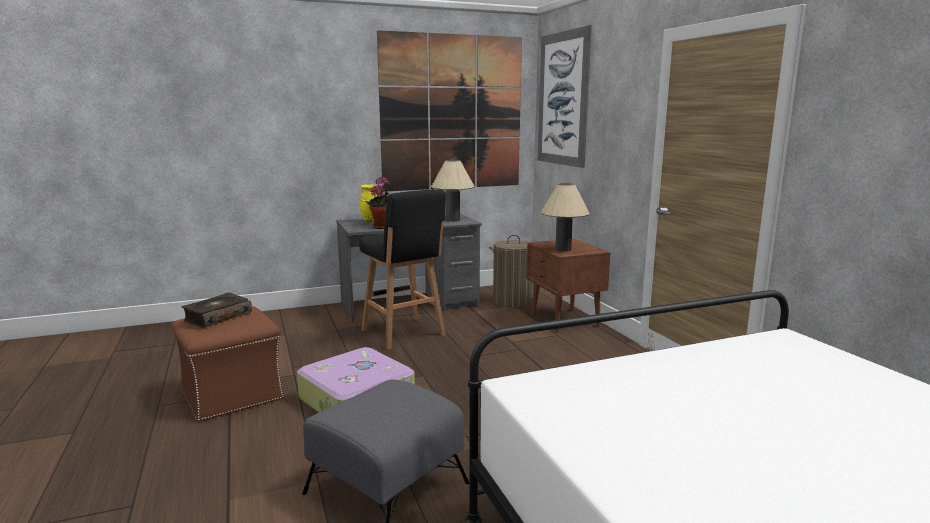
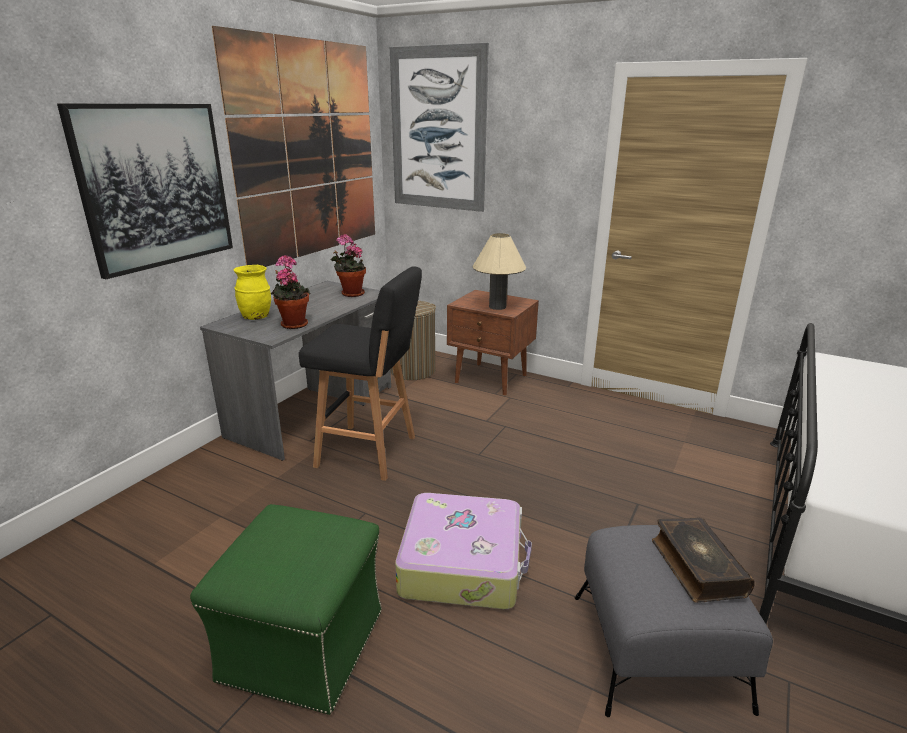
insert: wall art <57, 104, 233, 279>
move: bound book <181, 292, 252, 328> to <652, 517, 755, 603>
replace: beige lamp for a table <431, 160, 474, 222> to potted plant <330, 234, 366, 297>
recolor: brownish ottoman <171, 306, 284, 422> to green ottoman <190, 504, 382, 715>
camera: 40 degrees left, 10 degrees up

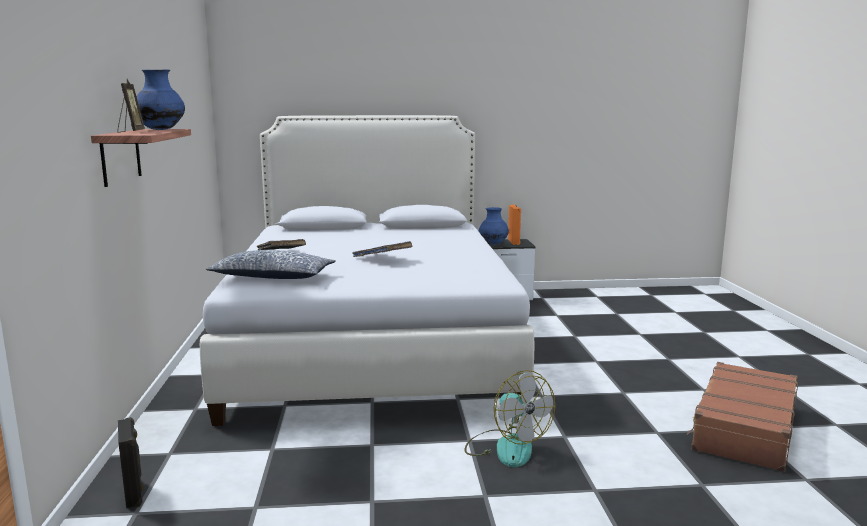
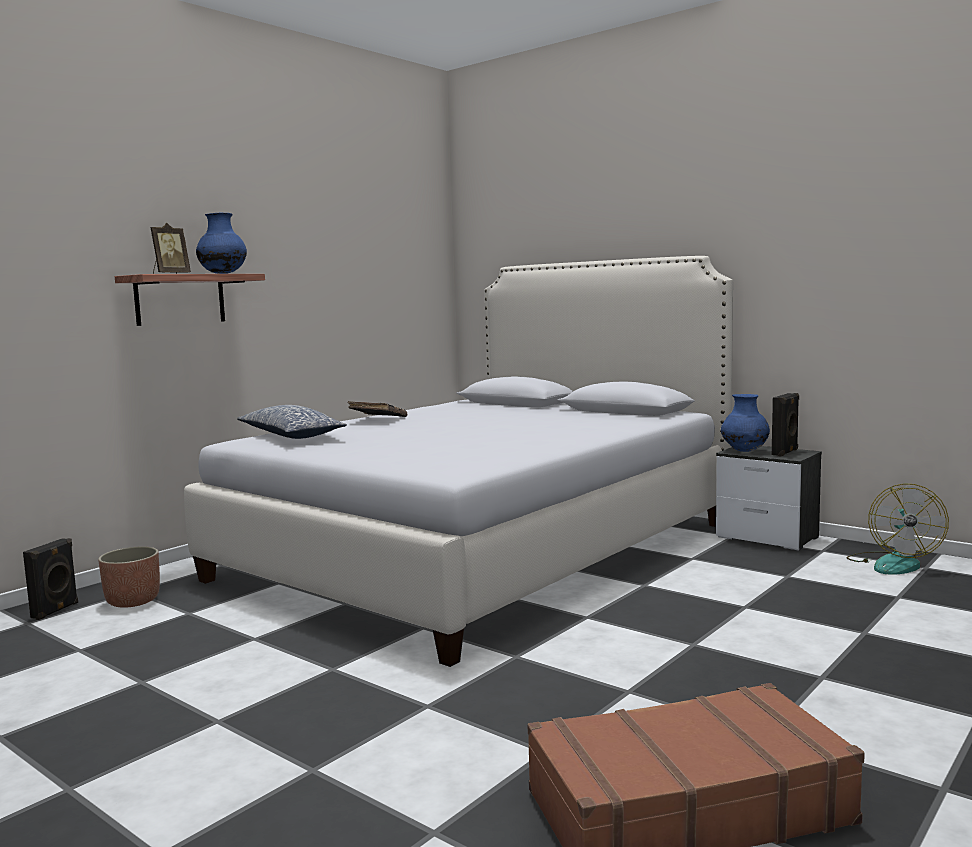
delete: bluish bound book <352, 241, 412, 257>
insert: plant pot <98, 547, 160, 608>
move: fan <464, 370, 555, 467> to <846, 483, 949, 575>
recolor: orangey audio speaker <508, 205, 521, 245> to blackish audio speaker <772, 393, 799, 456>
camera: 45 degrees right, 5 degrees down

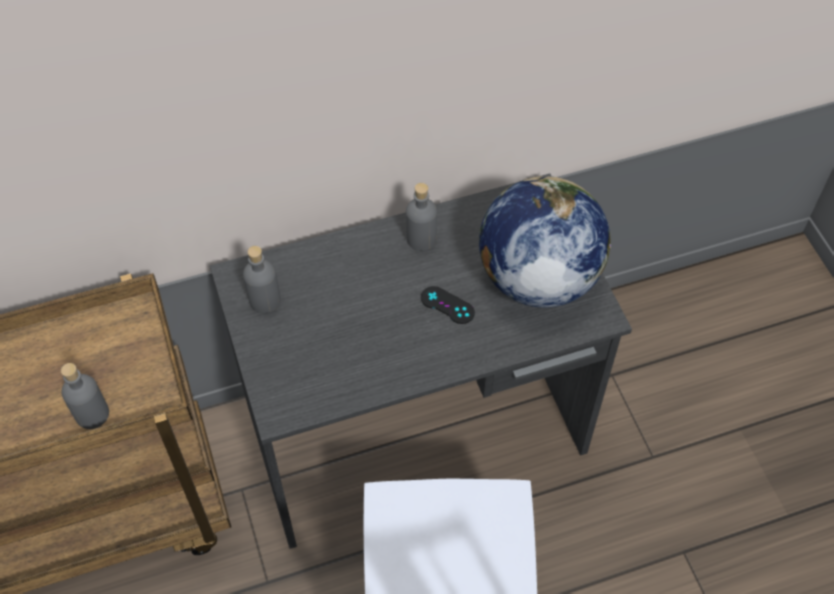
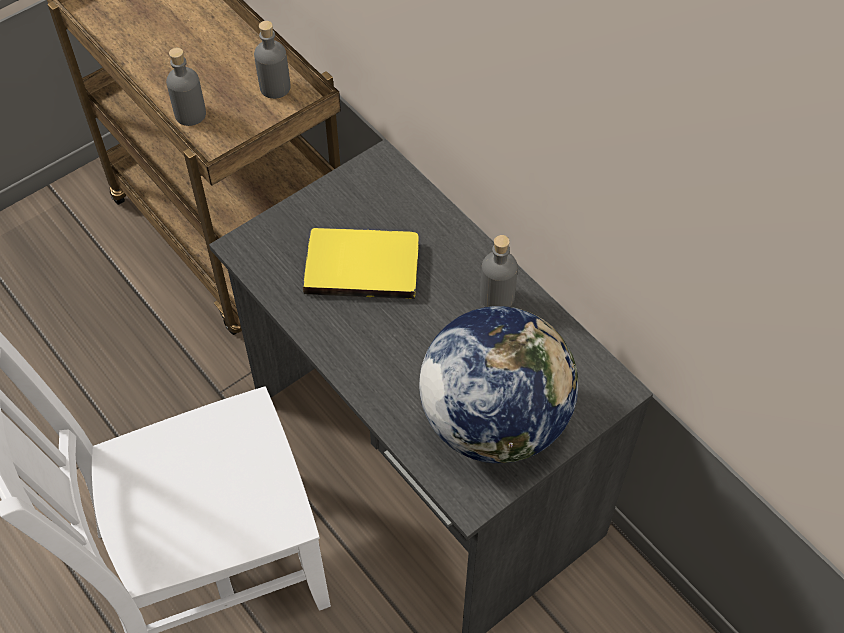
delete: blackish game controller <421, 286, 475, 324>
insert: yellow-coloured bound book <303, 228, 419, 299>
move: grey bottle <243, 246, 281, 313> to <254, 21, 291, 99>
camera: 70 degrees right, 0 degrees up

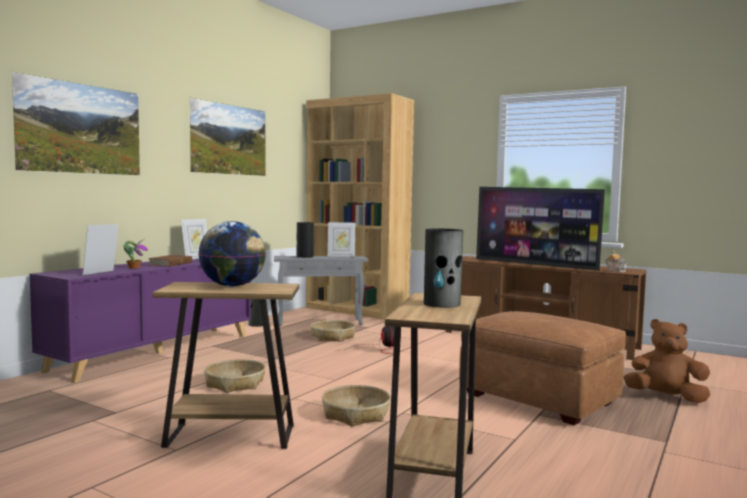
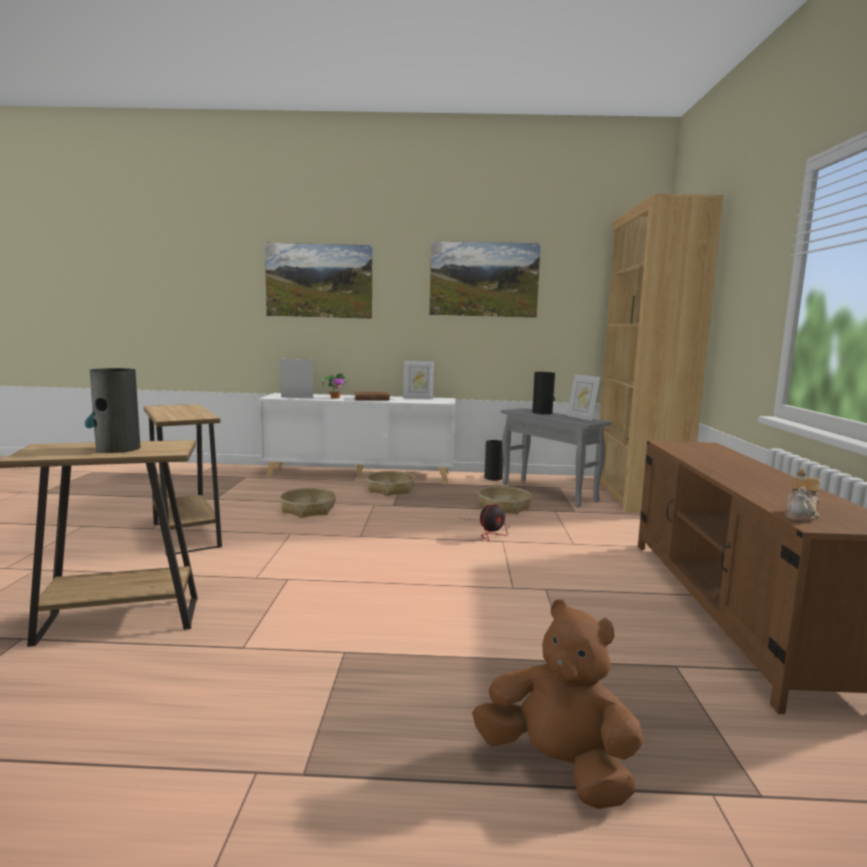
delete: world globe <198, 221, 266, 287>; brownish ottoman <459, 311, 626, 425>; television <476, 187, 605, 271>
move: household basket <322, 385, 391, 426> to <366, 471, 415, 496>
recolor: purple-coloured storage cabinet <30, 259, 251, 383> to white storage cabinet <259, 393, 455, 483>
rotate: brownish soft toy <624, 319, 710, 403> = <472, 599, 644, 809> 45 degrees counterclockwise
camera: 60 degrees right, 5 degrees up

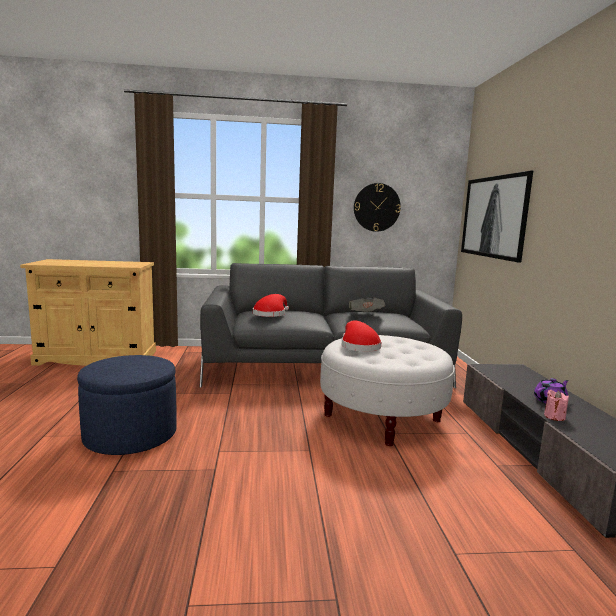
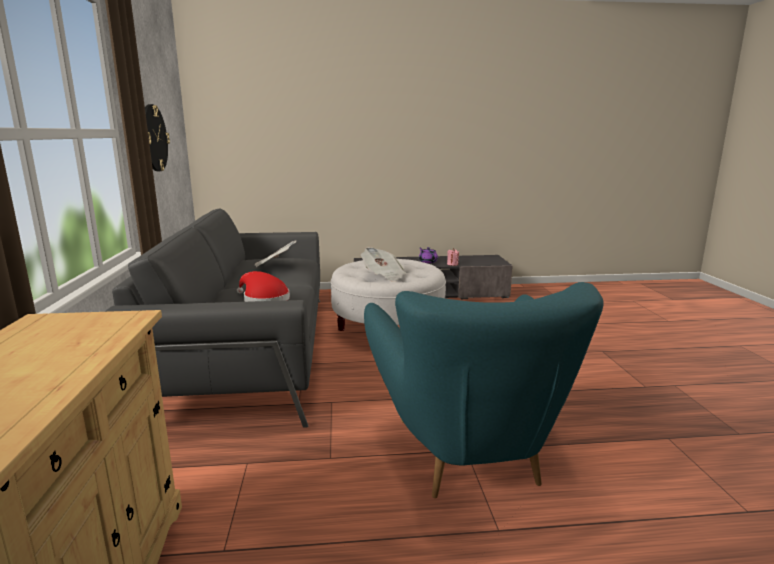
delete: wall art <461, 170, 533, 263>
replace: bluish ottoman <77, 355, 177, 455> to turquoise-coloured easy chair <364, 282, 604, 498>; red-coloured hat <342, 321, 382, 352> to daily paper <361, 247, 406, 282>
camera: 90 degrees left, 5 degrees up

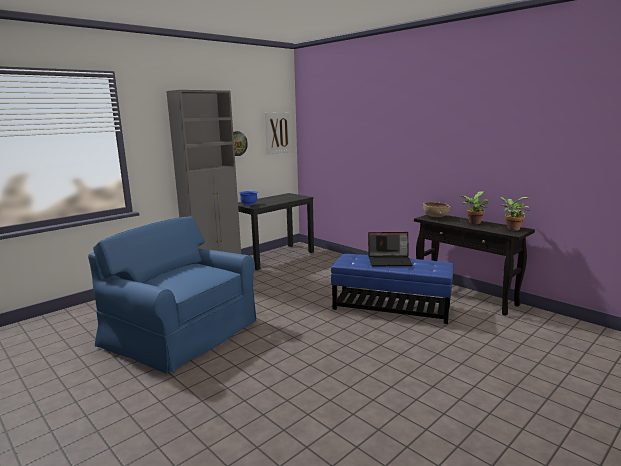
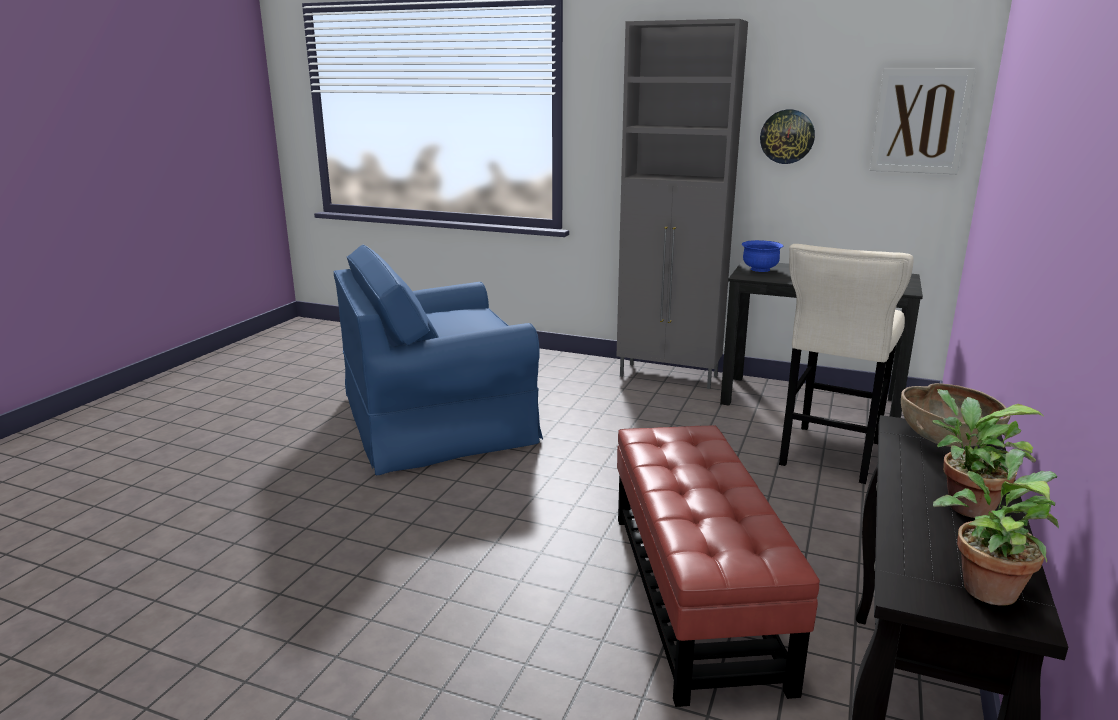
delete: notebook computer <368, 232, 413, 266>
insert: beige sitting stool <779, 244, 914, 484>
recolor: bluish ottoman <331, 254, 454, 324> to red-coloured ottoman <617, 425, 820, 707>
rotate: bluish easy chair <88, 216, 256, 374> = <334, 245, 543, 475> 120 degrees counterclockwise
camera: 65 degrees right, 5 degrees up

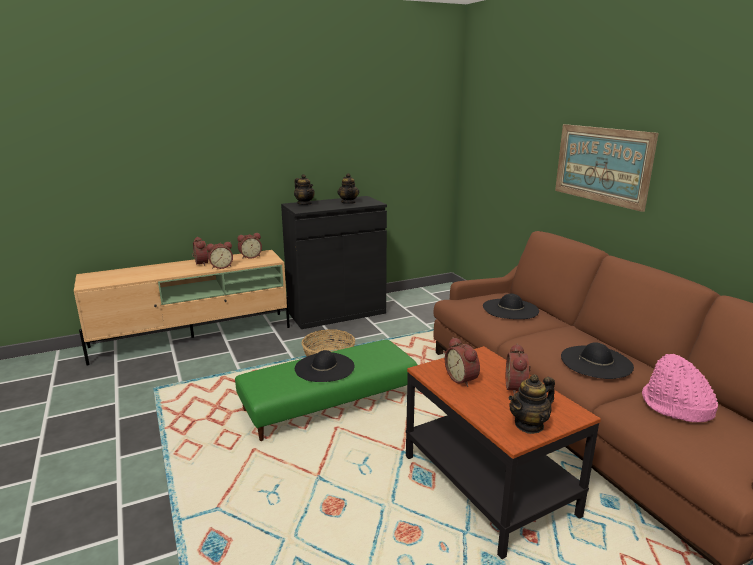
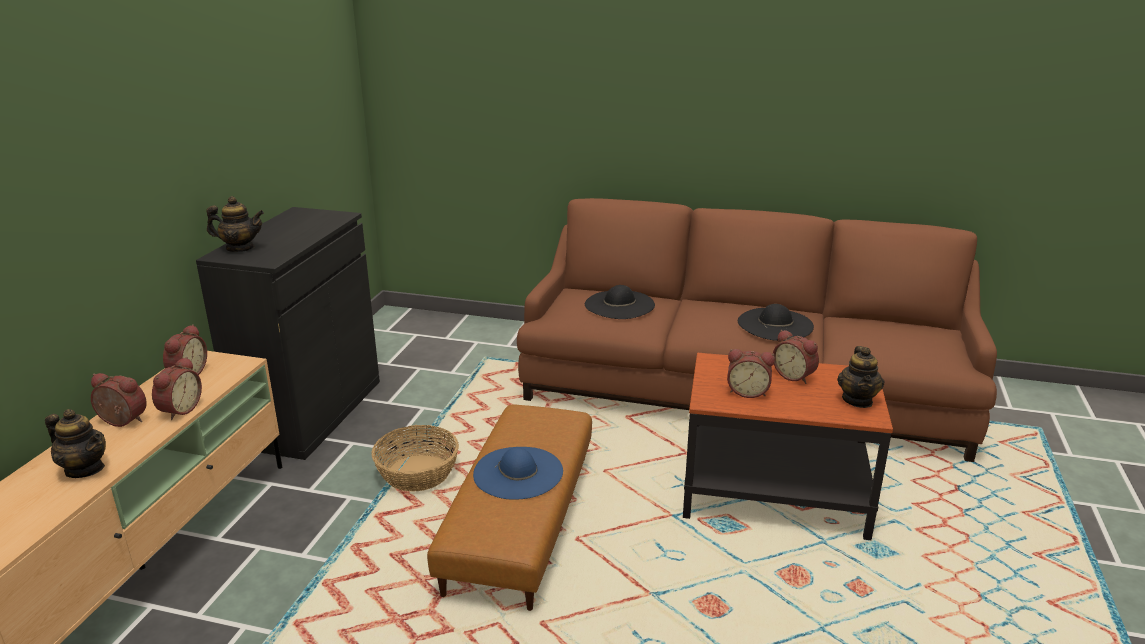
delete: wall art <555, 124, 659, 212>; pink hat <642, 354, 718, 422>
move: pot for tea <337, 173, 359, 204> to <45, 409, 106, 478>
recolor: green ottoman <235, 340, 418, 441> to brownish ottoman <427, 405, 592, 611>; blackish hat <295, 350, 354, 382> to bluish hat <473, 447, 563, 500>
camera: 50 degrees left, 5 degrees up

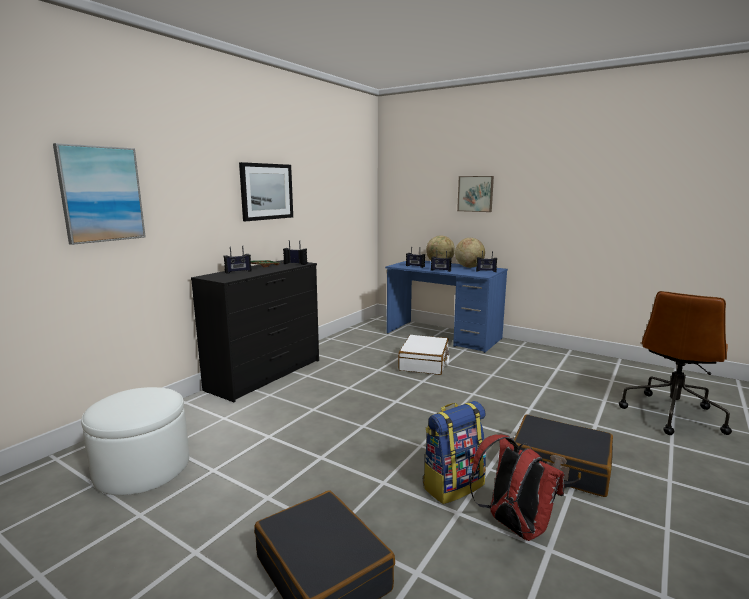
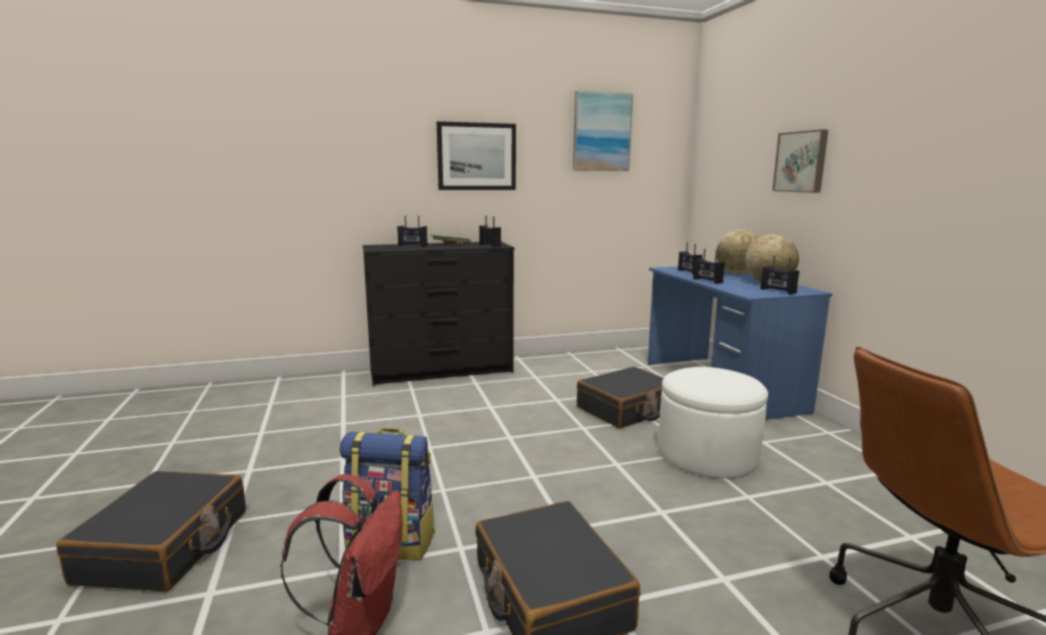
move: wall art <53, 143, 146, 245> to <573, 91, 633, 171>; white ottoman <81, 387, 189, 495> to <658, 367, 768, 478>
recolor: white piece of luggage <398, 335, 450, 375> to blackish piece of luggage <577, 367, 663, 428>
camera: 40 degrees right, 0 degrees up

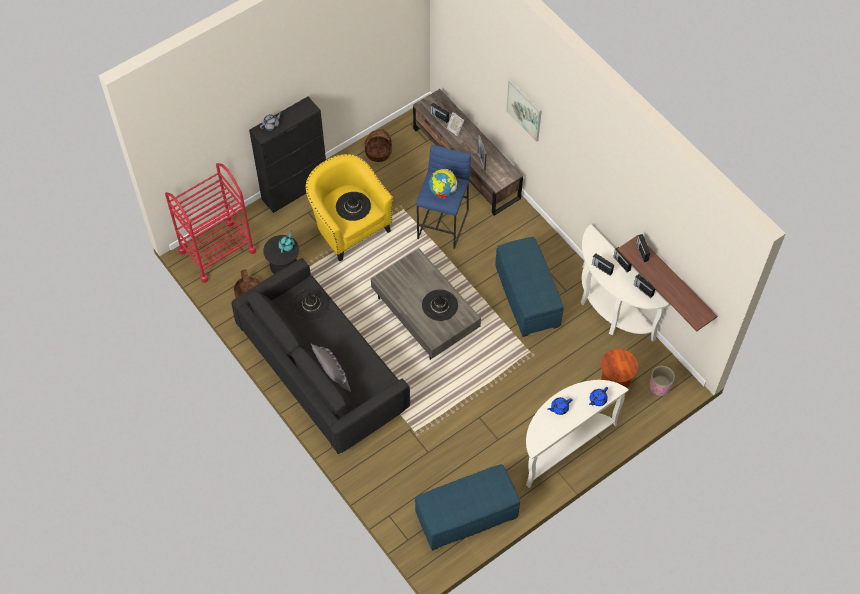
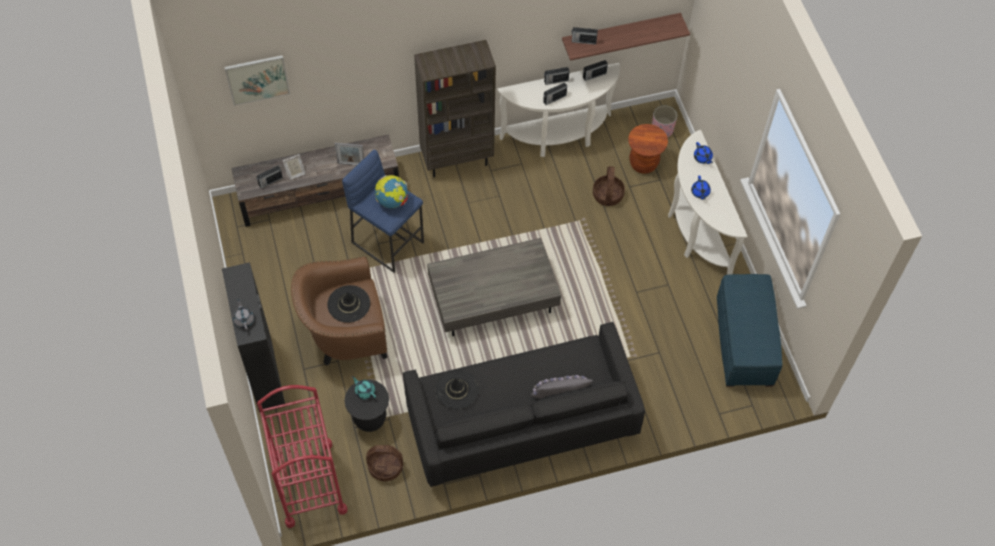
delete: blackish hat <422, 289, 458, 321>; bluish ottoman <495, 237, 564, 337>
insert: brownish bookcase <414, 40, 496, 177>
move: household basket <365, 129, 392, 162> to <593, 166, 625, 206>; wall art <506, 79, 542, 142> to <224, 55, 290, 106>
recolor: yellow-coloured easy chair <306, 154, 393, 261> to brownish easy chair <291, 256, 387, 366>
camera: 70 degrees left, 0 degrees up

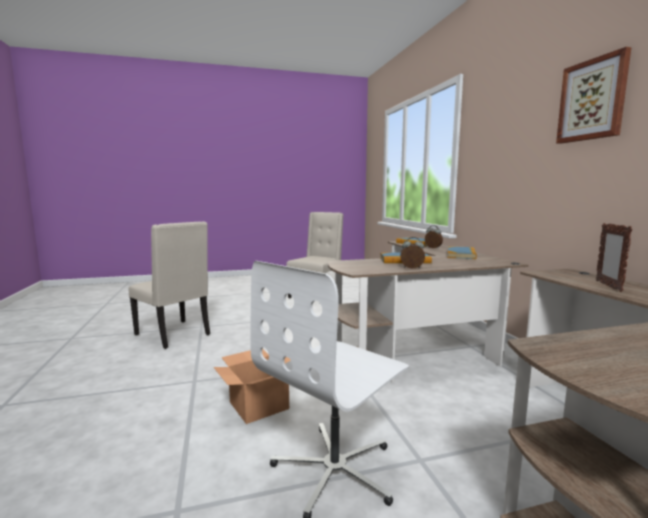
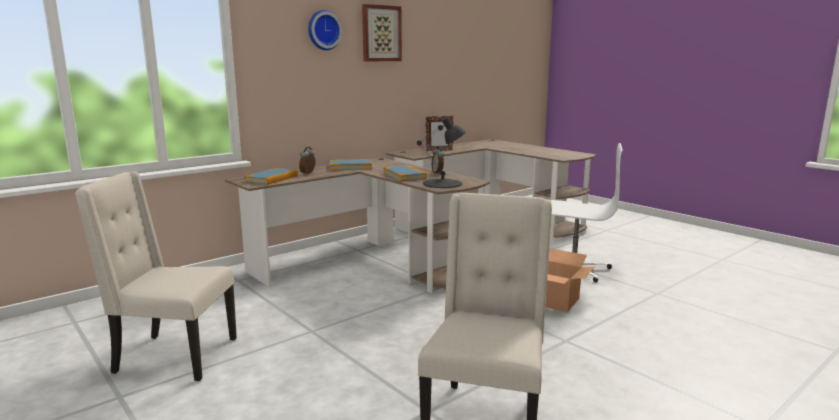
insert: wall clock <308, 10, 342, 50>; blackish lamp for a table <417, 116, 467, 188>
camera: 115 degrees left, 5 degrees up

